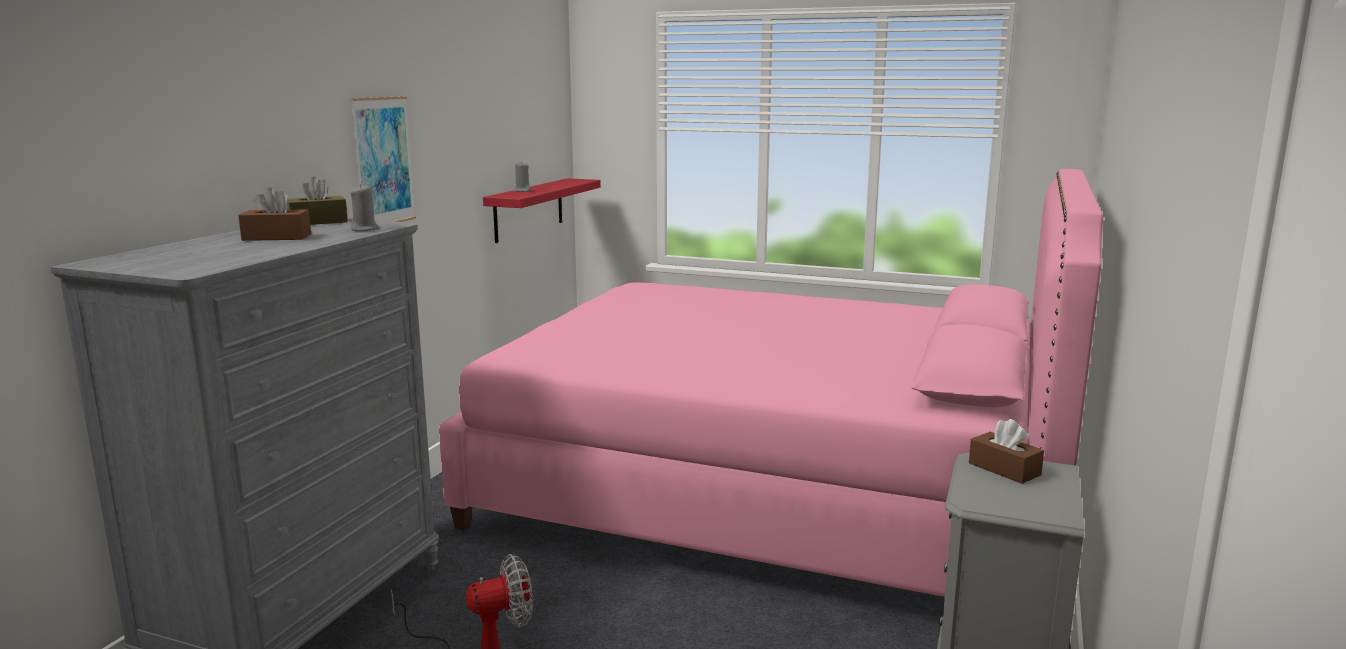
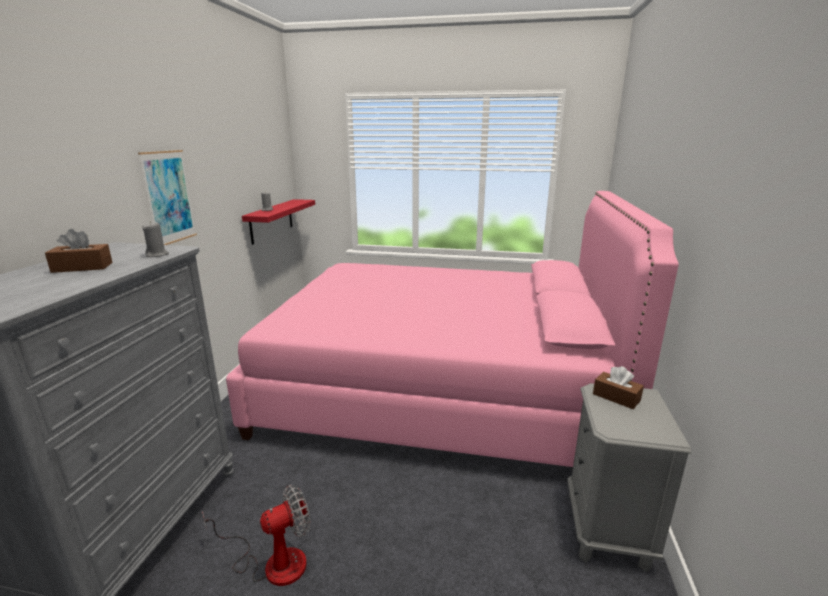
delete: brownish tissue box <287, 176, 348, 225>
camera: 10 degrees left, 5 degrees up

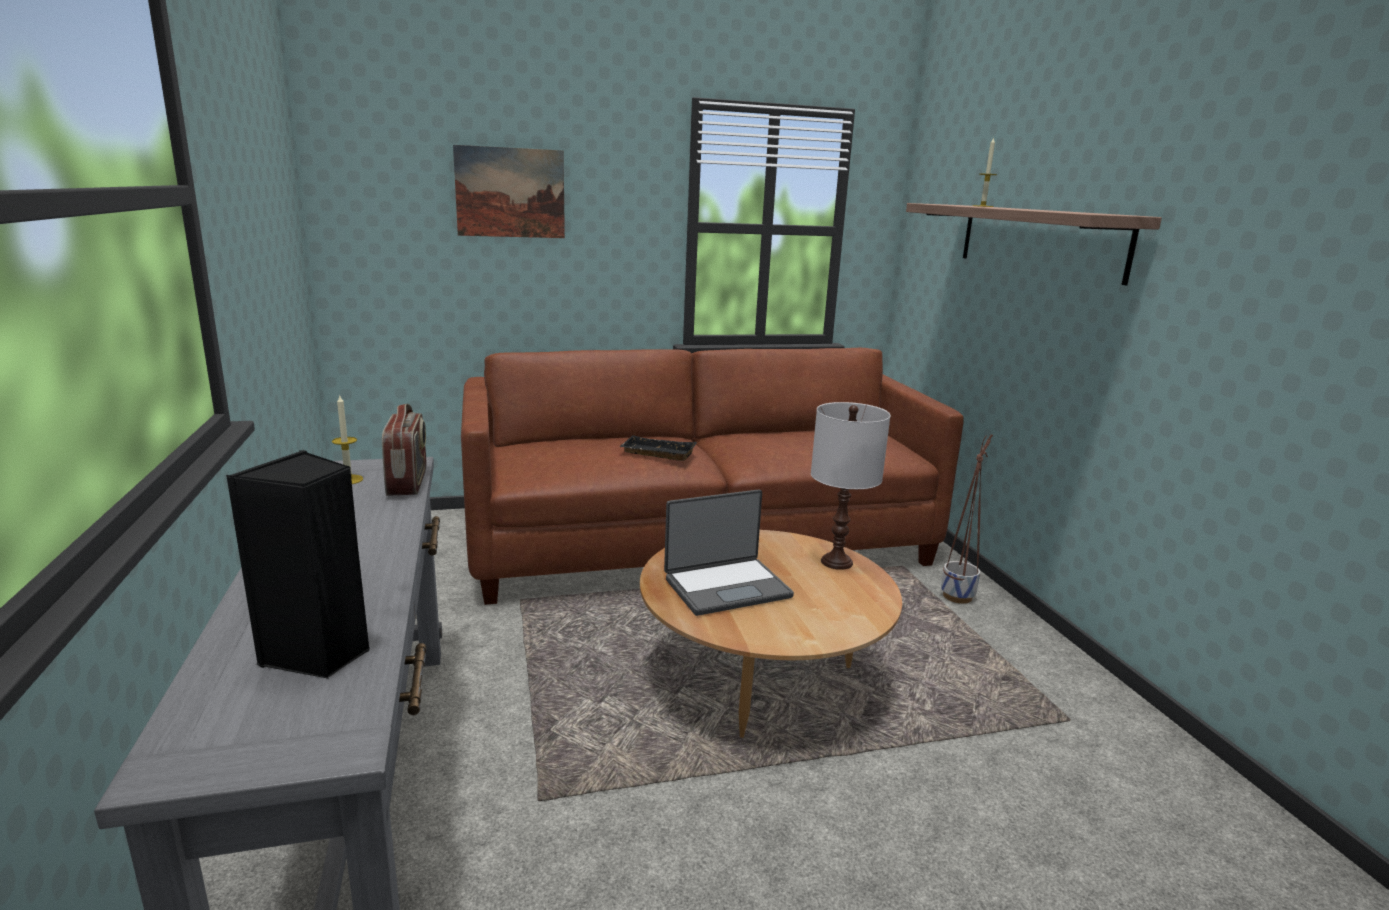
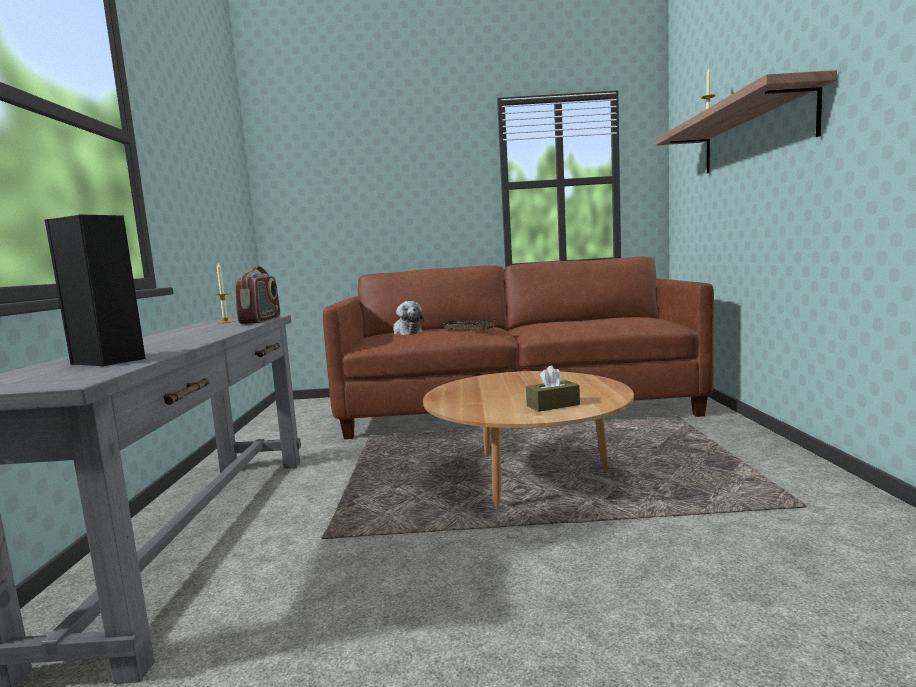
delete: wall art <453, 145, 565, 238>; notebook computer <664, 490, 794, 616>; white lamp for a table <811, 402, 891, 570>; plant pot <941, 434, 993, 604>
insert: soft toy <393, 301, 424, 335>; brownish tissue box <526, 365, 580, 412>
camera: 15 degrees right, 10 degrees down

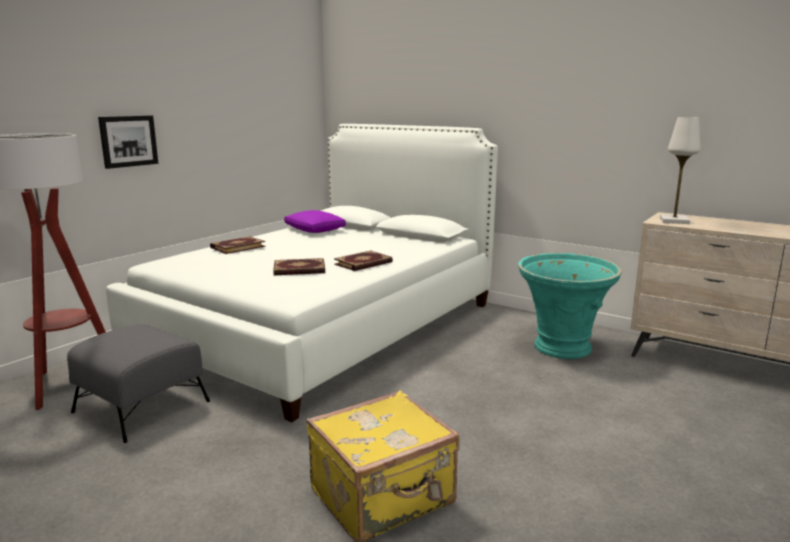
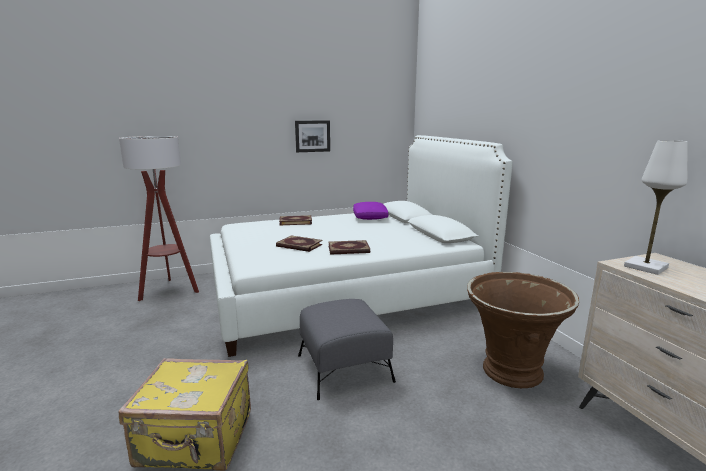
move: grey ottoman <67, 324, 210, 443> to <298, 299, 396, 400>; wall art <98, 115, 158, 169> to <295, 120, 330, 152>
recolor: turquoise-coloured plant pot <518, 253, 622, 359> to brownish plant pot <467, 272, 579, 388>
camera: 35 degrees right, 0 degrees up

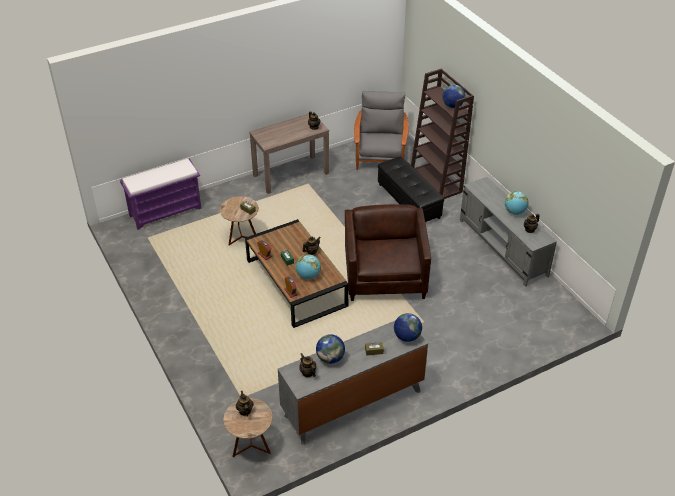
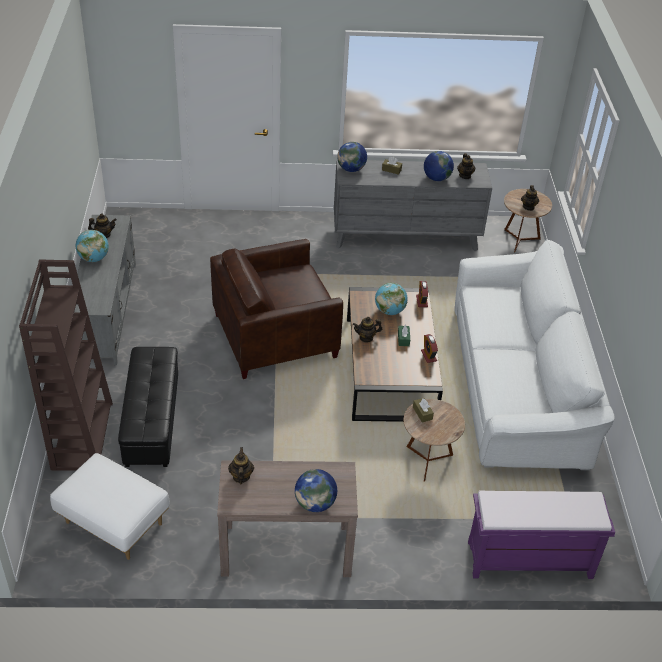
insert: white couch <455, 239, 615, 470>
move: world globe <442, 85, 466, 108> to <295, 469, 337, 512>
replace: grey easy chair <354, 91, 409, 170> to white ottoman <50, 453, 170, 560>
rotate: brownish easy chair <345, 204, 431, 301> = <210, 239, 343, 379> 45 degrees clockwise
camera: 155 degrees left, 0 degrees up

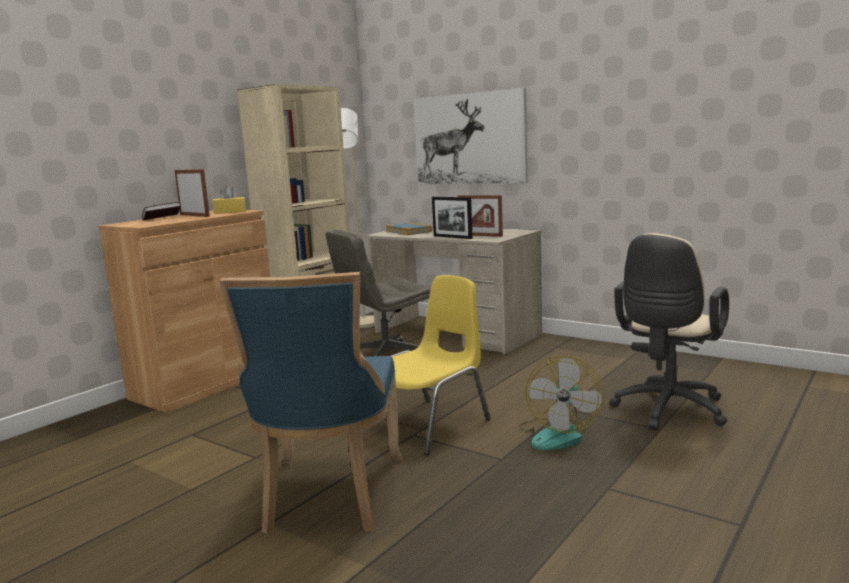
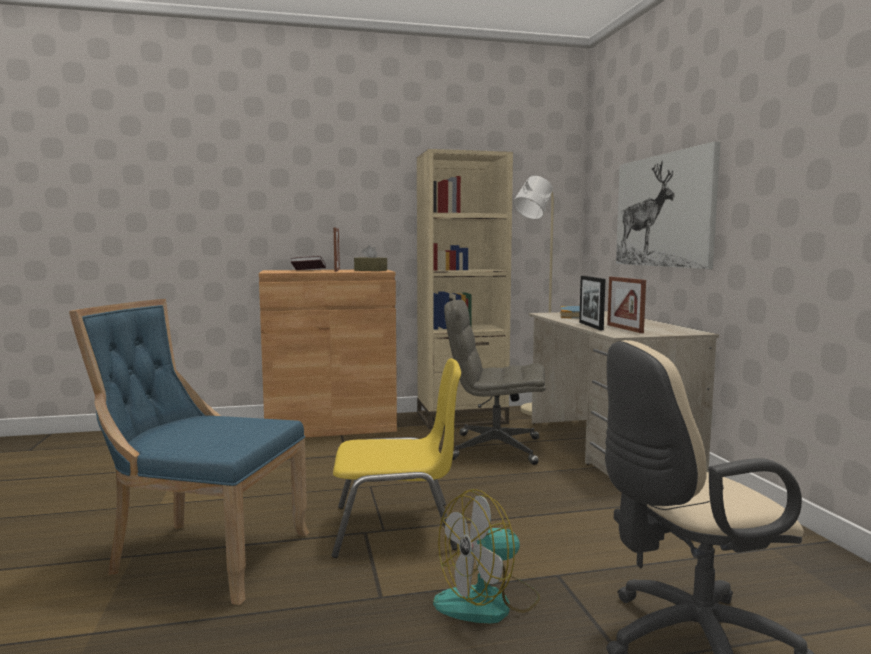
recolor: yellow-coloured tissue box <213, 185, 246, 214> to brownish tissue box <354, 245, 387, 271>
rotate: bluish chair <219, 272, 402, 534> = <69, 299, 309, 605> 60 degrees clockwise
camera: 40 degrees right, 5 degrees down

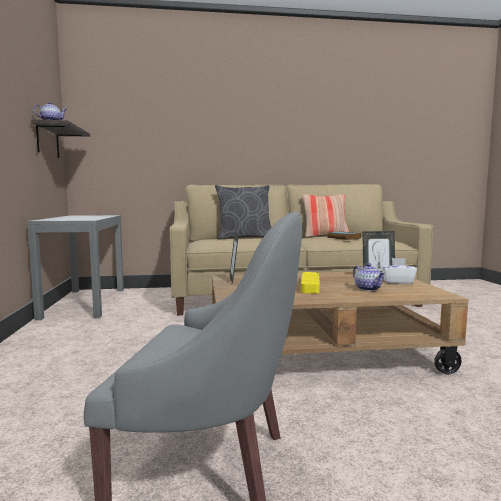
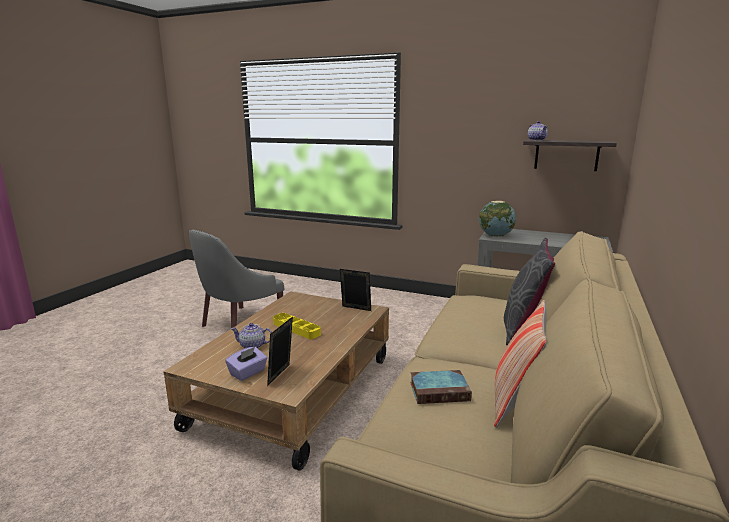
insert: world globe <479, 201, 516, 237>
recolor: white tissue box <382, 258, 417, 284> to purple-coloured tissue box <225, 347, 267, 381>
camera: 120 degrees right, 10 degrees up

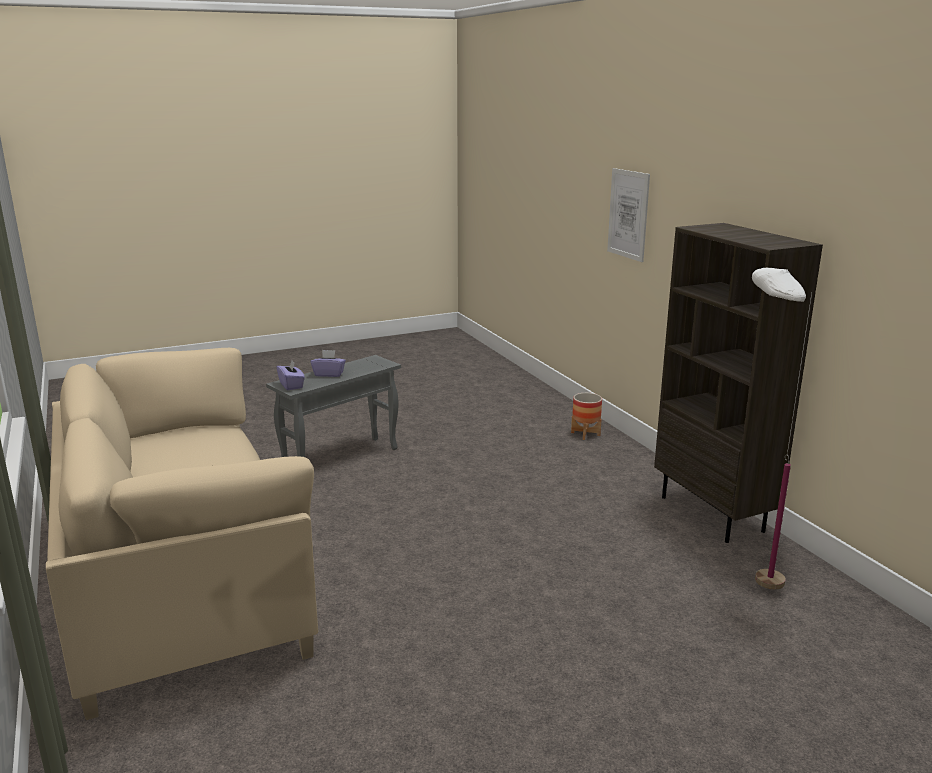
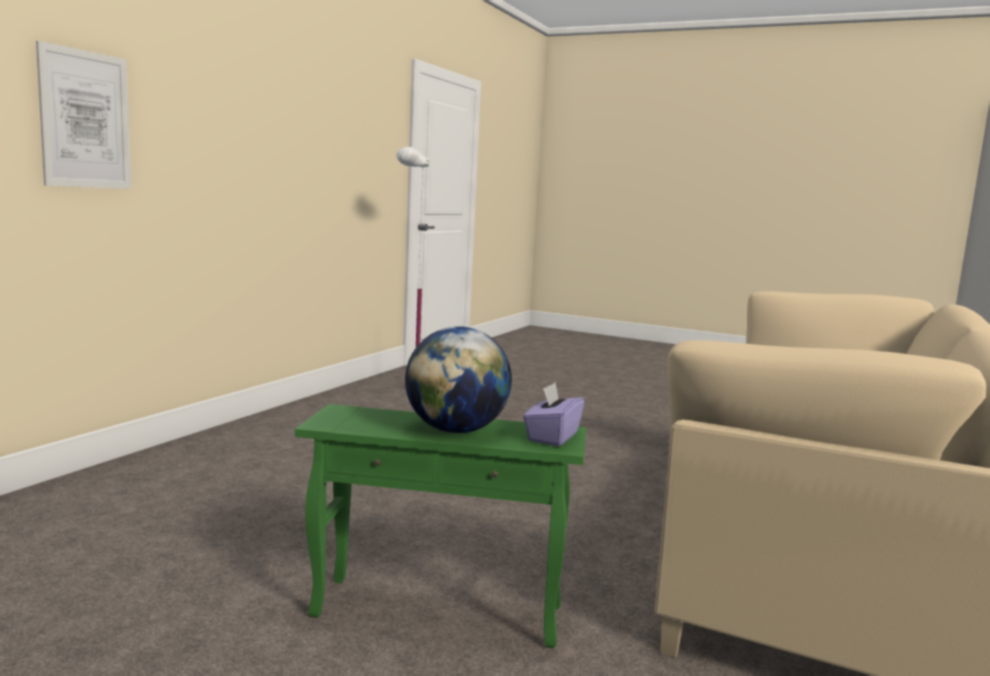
delete: plant pot <571, 393, 602, 440>; brownish bookcase <654, 223, 823, 543>
replace: purple-coloured tissue box <311, 350, 346, 377> to world globe <405, 326, 512, 433>
recolor: grey side table <266, 355, 401, 457> to green side table <295, 404, 586, 648>
camera: 130 degrees left, 10 degrees down

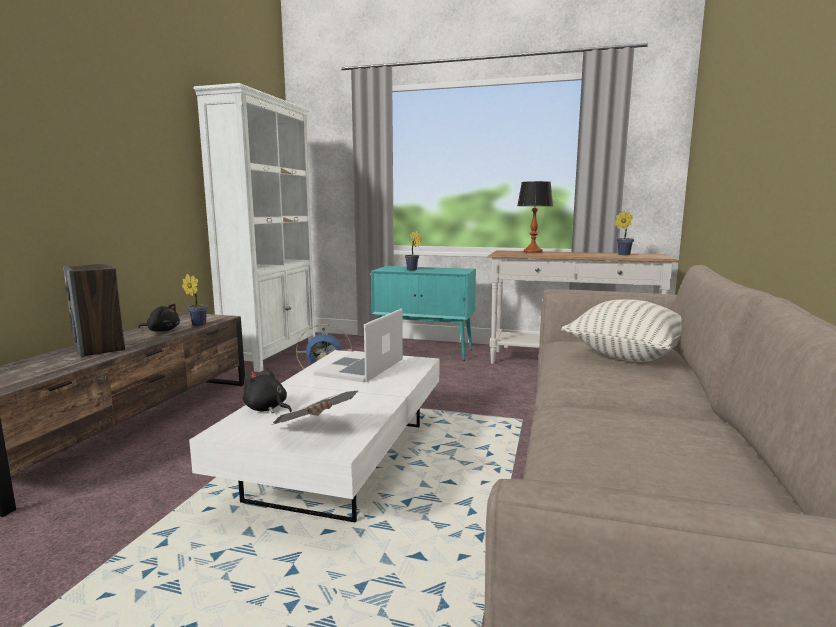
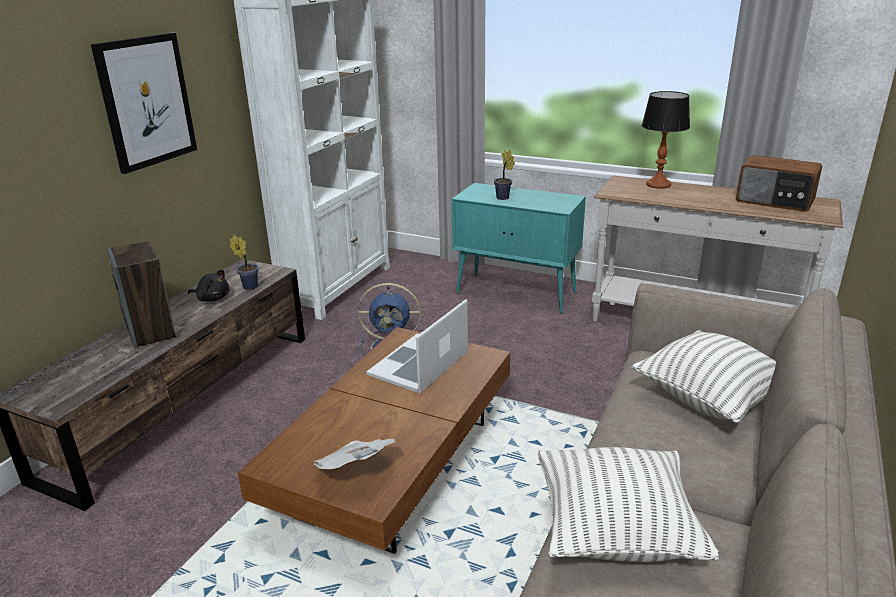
delete: blackish soft toy <243, 368, 292, 413>
insert: wall art <91, 33, 197, 174>; throw pillow <538, 447, 719, 562>
replace: potted plant <615, 211, 634, 255> to radio <736, 155, 822, 212>
recolor: white coffee table <189, 350, 440, 523> to brownish coffee table <238, 327, 510, 554>
camera: 10 degrees right, 15 degrees up

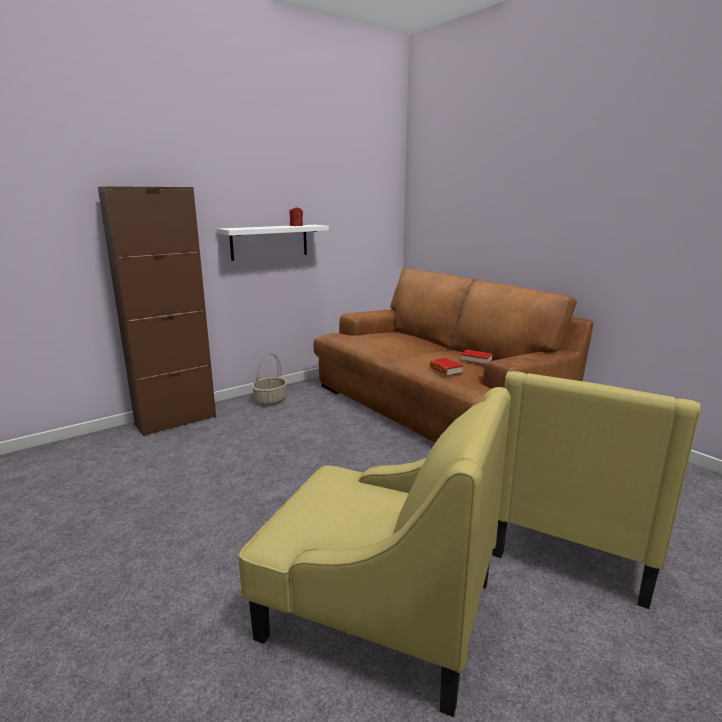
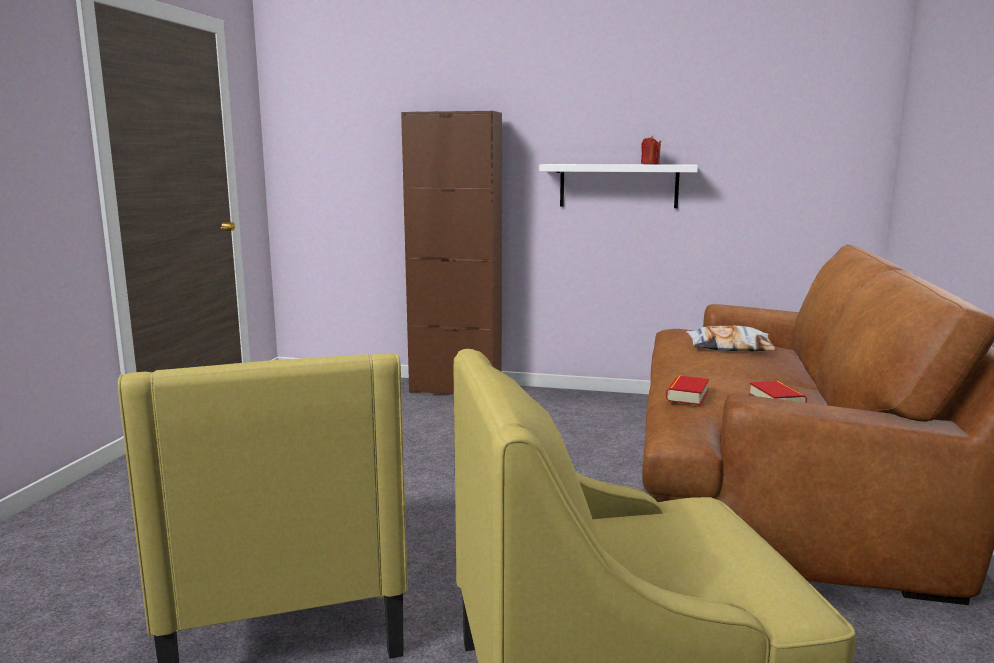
delete: household basket <252, 353, 288, 406>
insert: throw pillow <686, 326, 777, 352>
camera: 50 degrees right, 5 degrees down

